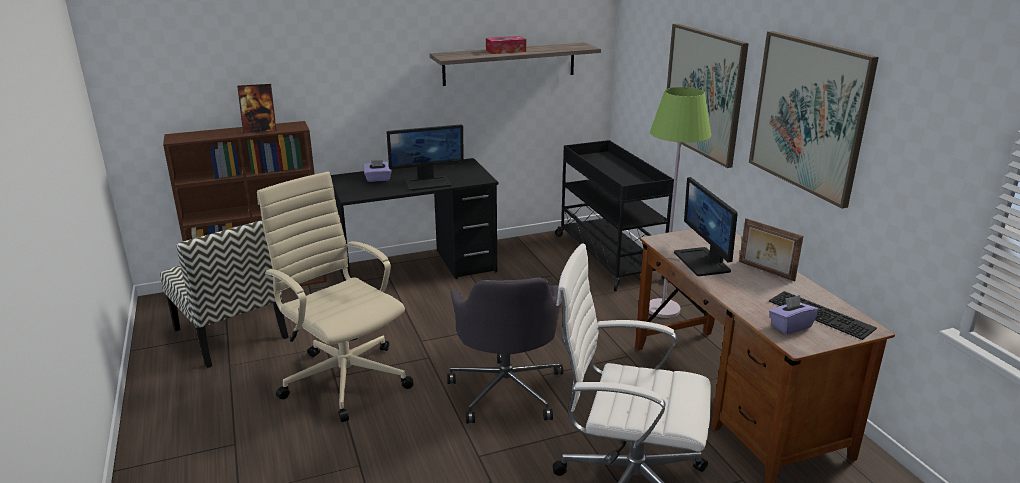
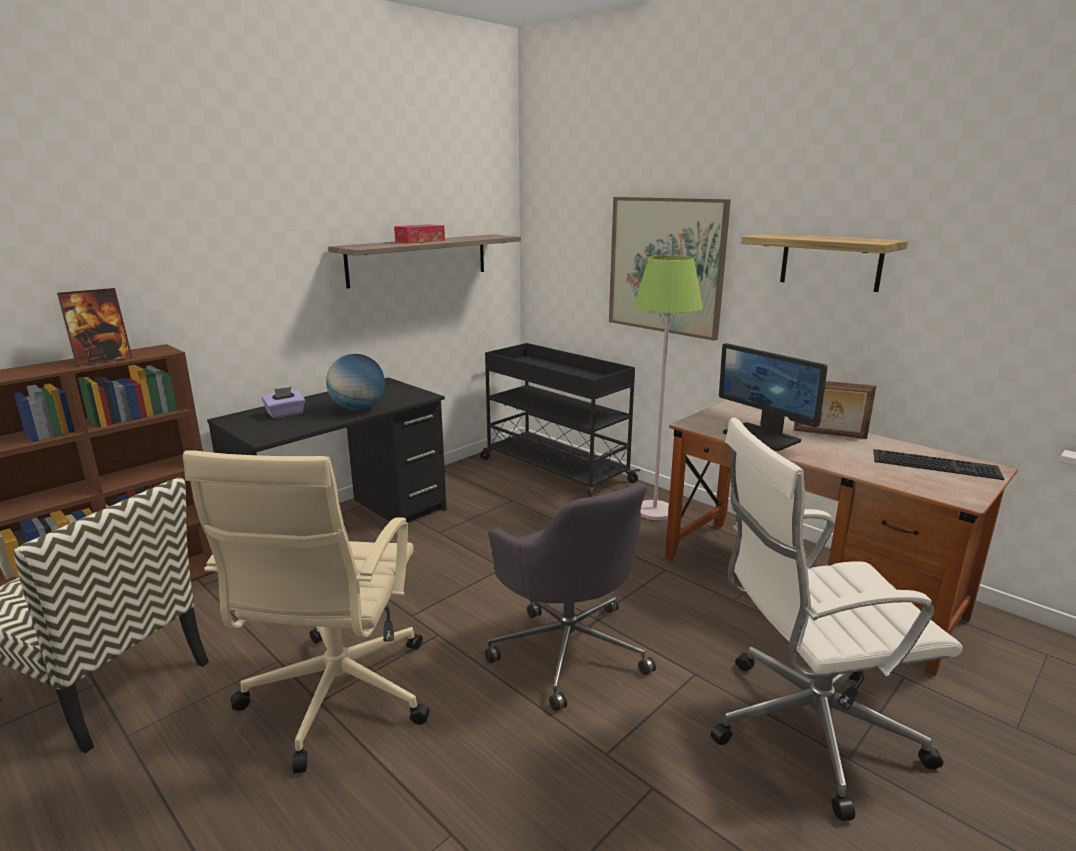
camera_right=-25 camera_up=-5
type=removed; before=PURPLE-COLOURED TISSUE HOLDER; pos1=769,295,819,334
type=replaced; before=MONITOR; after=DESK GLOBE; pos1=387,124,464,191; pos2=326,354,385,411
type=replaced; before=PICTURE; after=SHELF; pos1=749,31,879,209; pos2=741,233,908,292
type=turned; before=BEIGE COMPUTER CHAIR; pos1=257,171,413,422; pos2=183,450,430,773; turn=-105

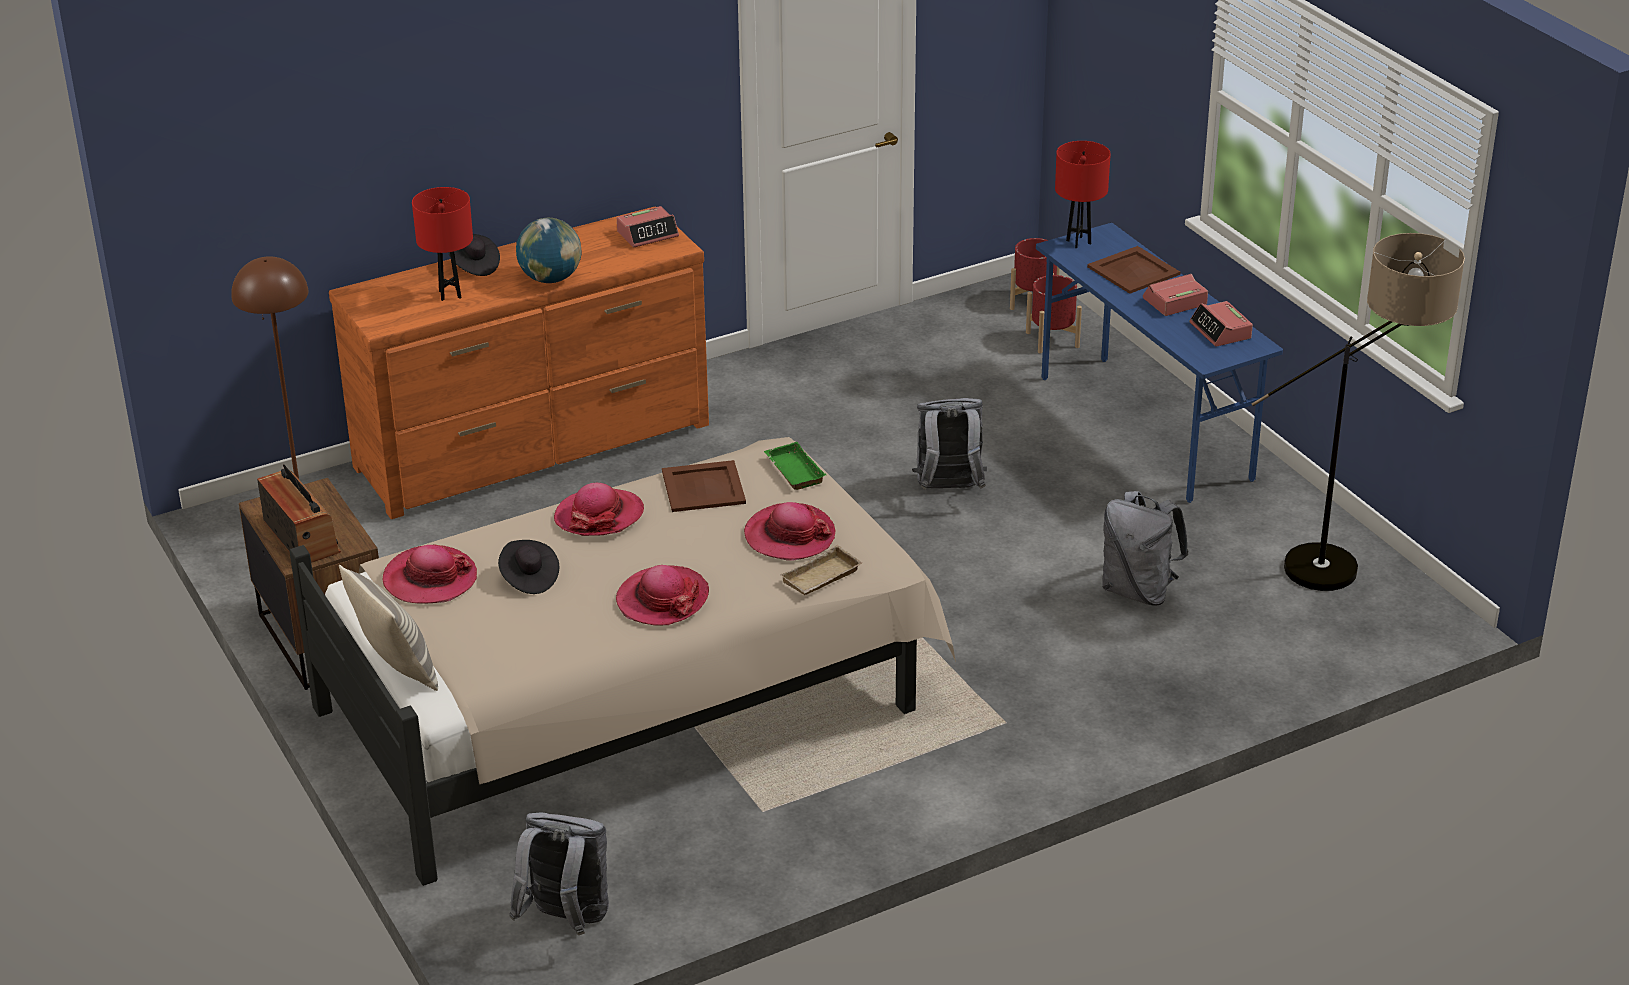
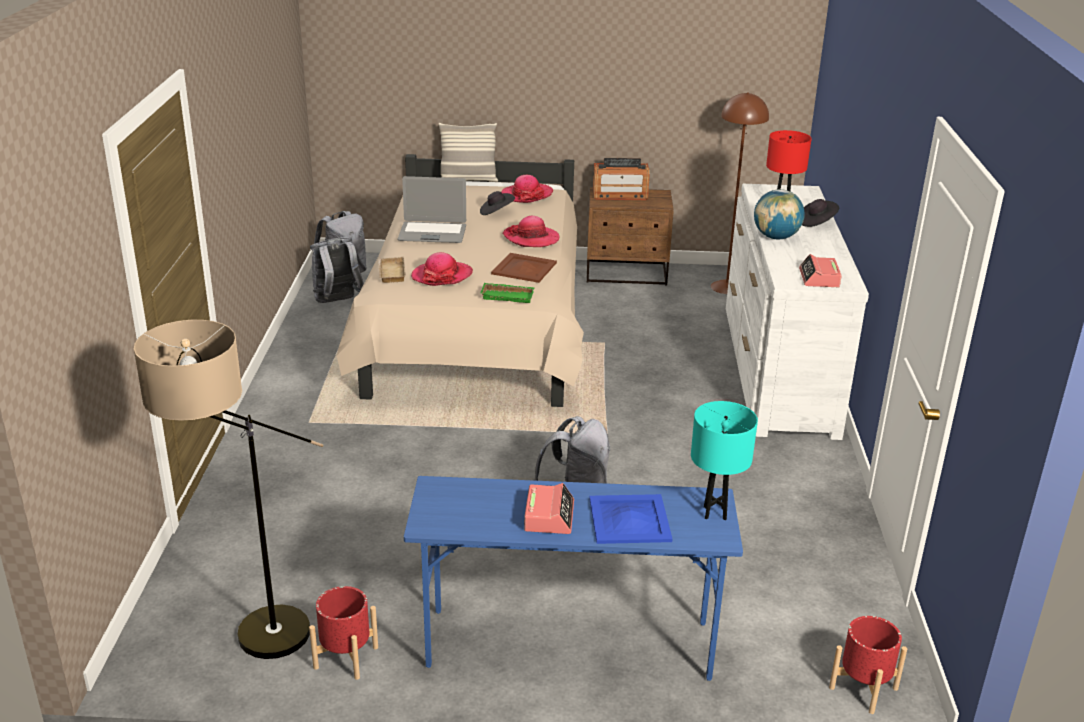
camera_right=120 camera_up=-5
type=removed; before=BEDSIDE CLOCK; pos1=1189,301,1253,347
type=moved; before=RED-COLOURED FLOWER POT; pos1=1026,275,1082,353; pos2=309,586,378,680
type=moved; before=GREY BACKPACK; pos1=1102,491,1188,606; pos2=310,237,364,303
type=replaced; before=HAT; after=NOTEBOOK COMPUTER; pos1=616,565,709,625; pos2=397,176,466,243
type=recoloured; before=ORANGEY CHEST OF DRAWERS; after=WHITE-COLOURED CHEST OF DRAWERS; pos1=329,206,709,519; pos2=726,184,869,440
type=recoloured; before=RED-COLOURED TABLETOP LAMP; after=BLUE-GREEN TABLETOP LAMP; pos1=1055,141,1111,248; pos2=691,401,758,520
type=recoloured; before=BROWN-COLOURED TRAY; after=BLUE TRAY; pos1=1087,246,1180,294; pos2=589,494,673,544

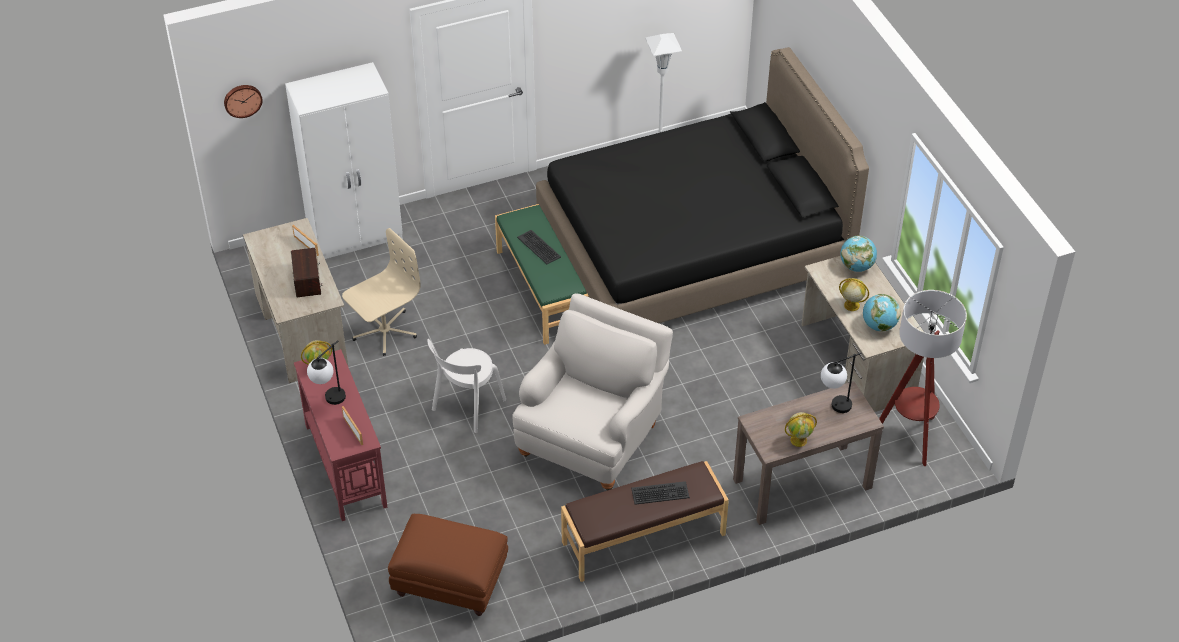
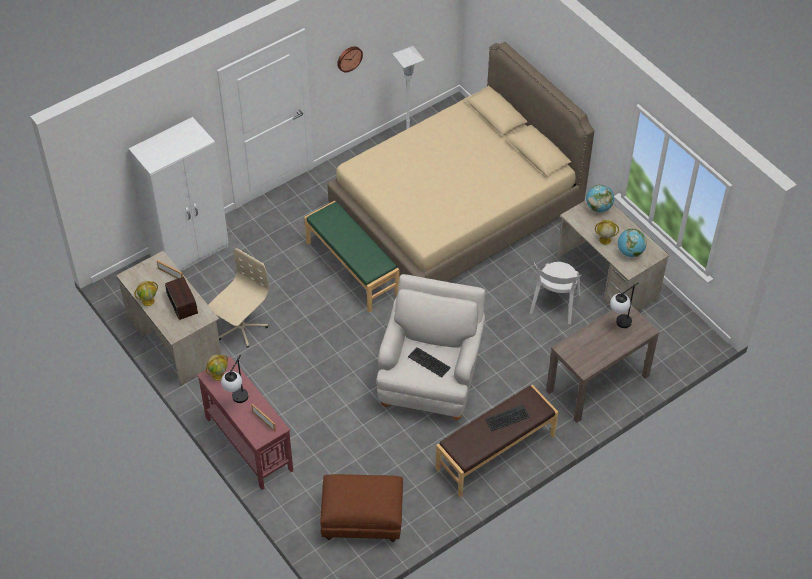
camera_right=-15 camera_up=5
type=removed; before=STANDING LAMP; pos1=879,290,967,466
type=moved; before=HANGING CLOCK; pos1=224,85,263,118; pos2=337,46,363,72
type=moved; before=WHITE-COLOURED UPRIGHT CHAIR; pos1=427,339,506,433; pos2=529,262,581,325
type=moved; before=PC KEYBOARD; pos1=517,230,561,264; pos2=408,347,451,377
type=moved; before=DESK GLOBE; pos1=785,412,817,447; pos2=135,281,158,306
type=recoloured; before=BLACK BEDROOM BED; after=BEIGE BEDROOM BED; pos1=536,47,869,323; pos2=328,42,594,282

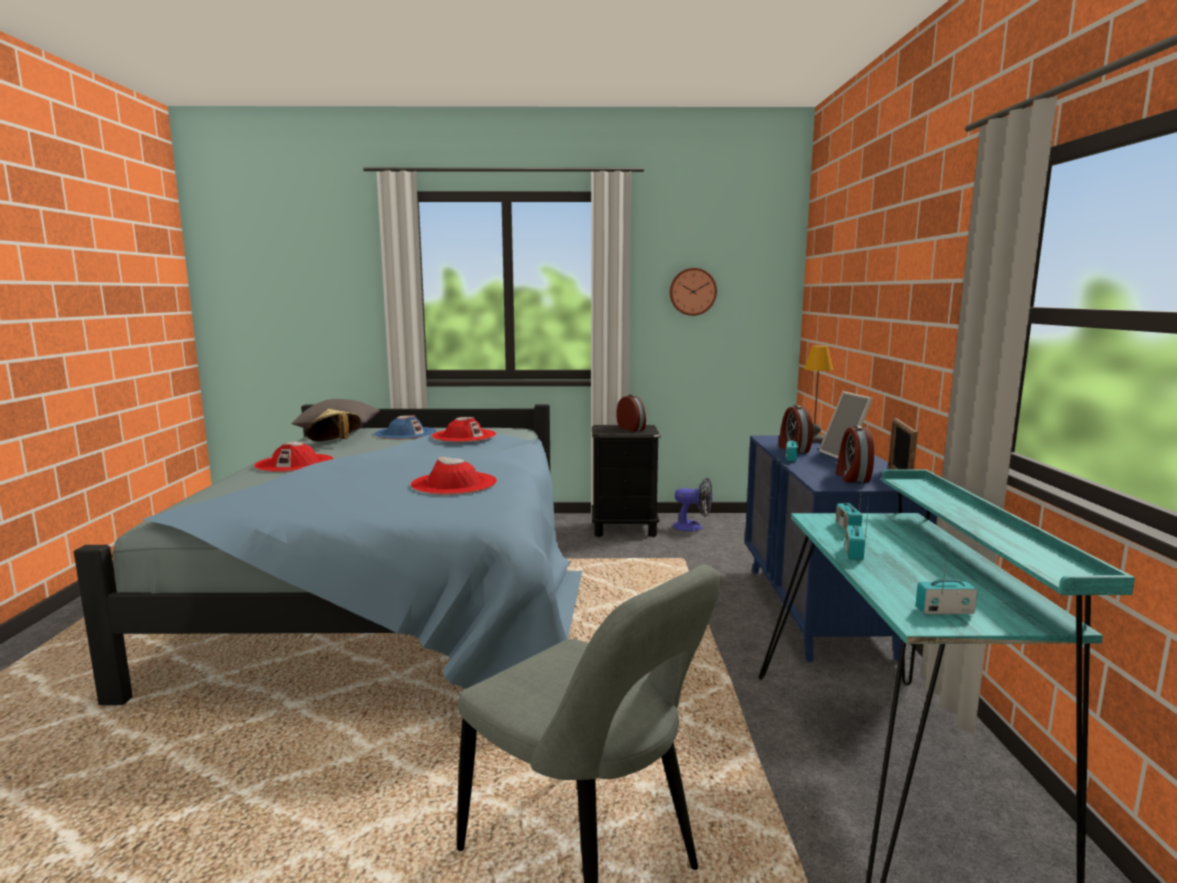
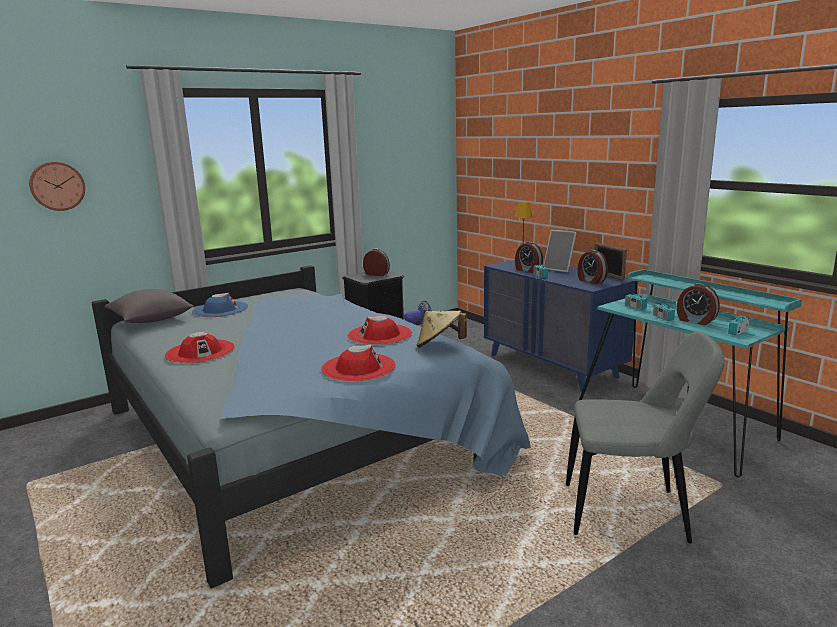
camera_right=-35 camera_up=5
type=added; after=BEDSIDE CLOCK; pos2=677,283,720,325
type=moved; before=BEIGE HAT; pos1=305,409,361,441; pos2=417,311,467,348
type=moved; before=RED-COLOURED HAT; pos1=431,417,496,442; pos2=321,345,396,382
type=moved; before=HANGING CLOCK; pos1=669,268,717,316; pos2=29,162,85,211

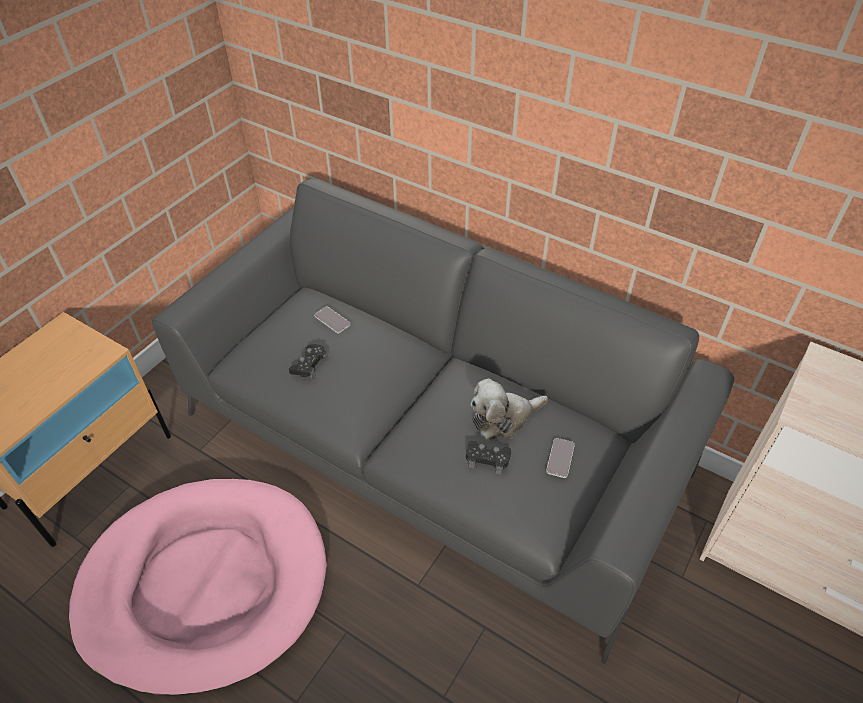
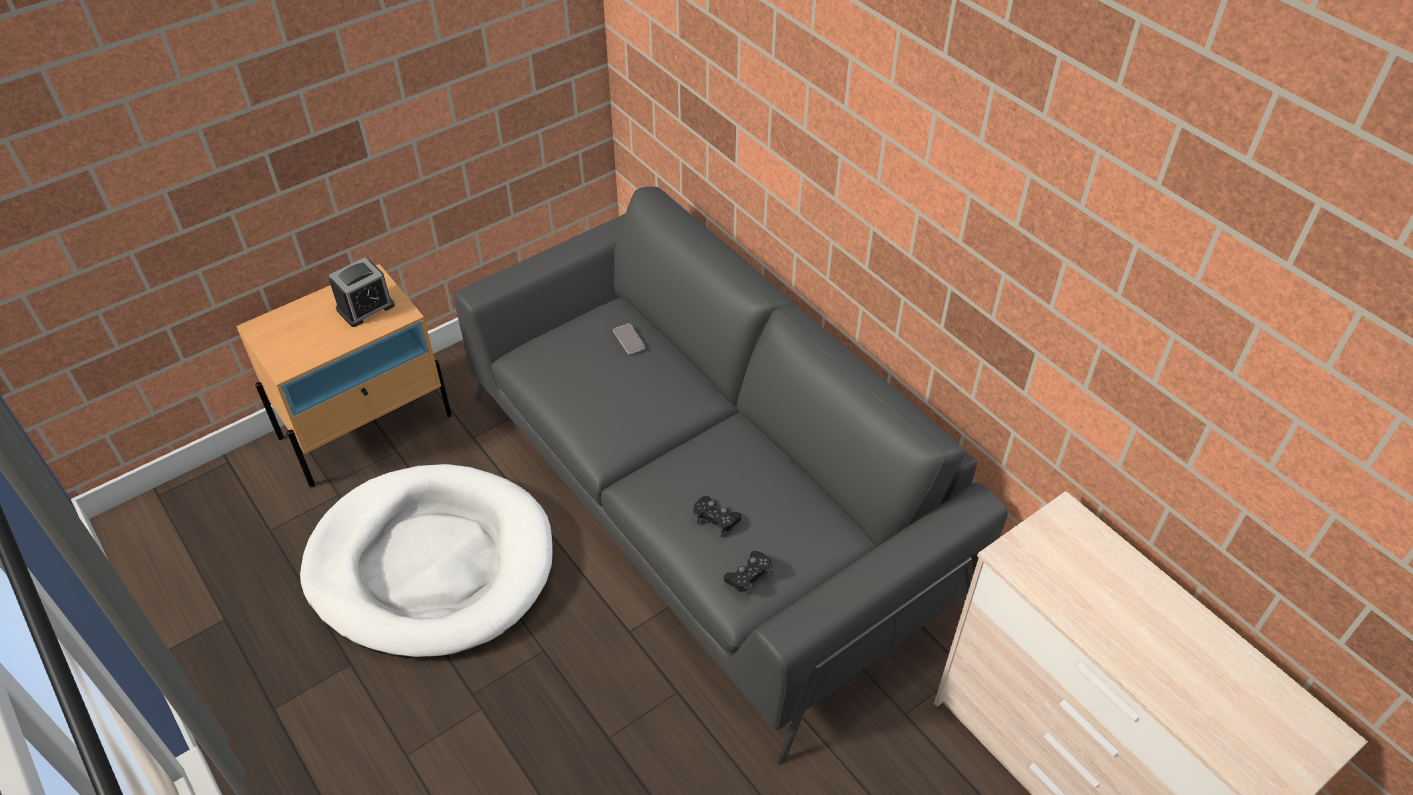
camera_right=20 camera_up=0
type=removed; before=SOFT TOY; pos1=470,378,548,440
type=removed; before=PHONE; pos1=546,438,575,478
type=added; after=BEDSIDE CLOCK; pos2=329,257,395,327
type=moved; before=BLACK JOYPAD; pos1=289,344,328,379; pos2=724,551,773,596
type=recoloured; before=PINK-COLOURED DOG BED; after=WHITE-COLOURED DOG BED; pos1=69,479,327,696; pos2=300,464,553,659

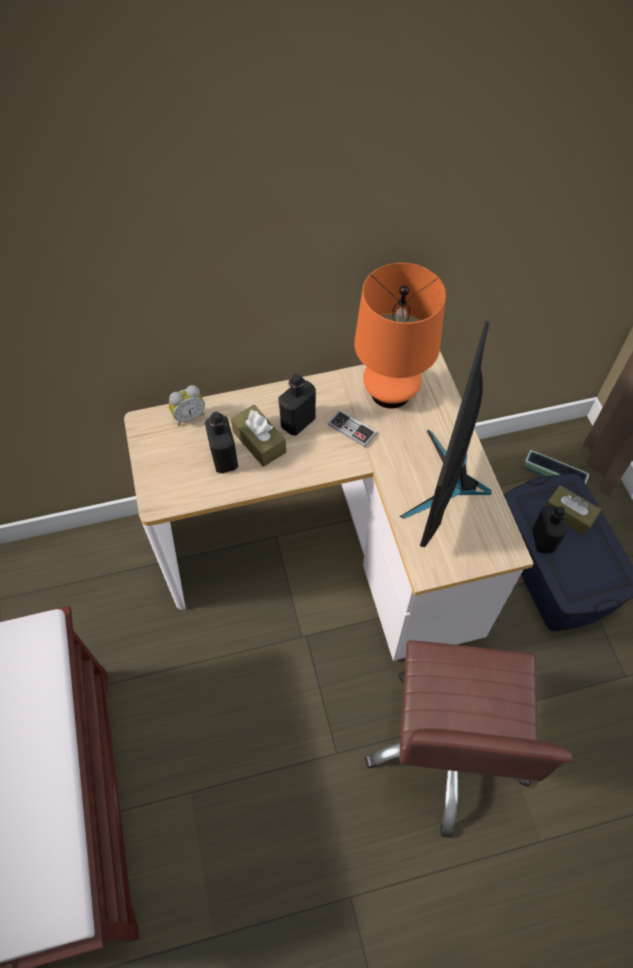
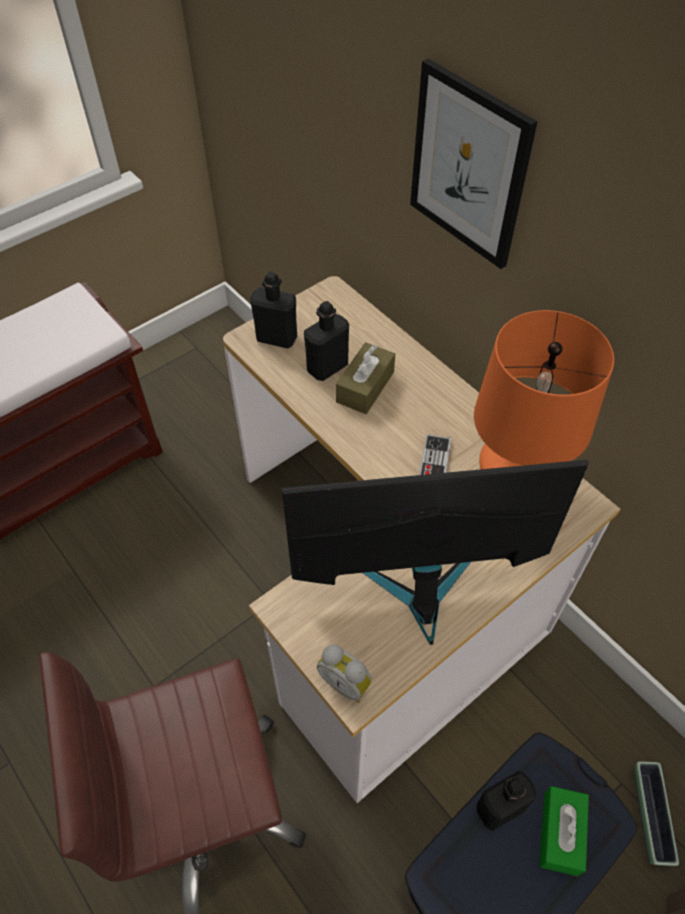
camera_right=65 camera_up=-5
type=added; after=PICTURE; pos2=410,59,537,269
type=moved; before=BEDSIDE CLOCK; pos1=169,385,205,426; pos2=317,644,372,703
type=moved; before=BLACK BOTTLE; pos1=278,374,316,436; pos2=250,272,297,349
type=recoloured; before=BROWN-COLOURED TISSUE HOLDER; after=GREEN-COLOURED TISSUE HOLDER; pos1=545,485,601,536; pos2=539,786,589,877

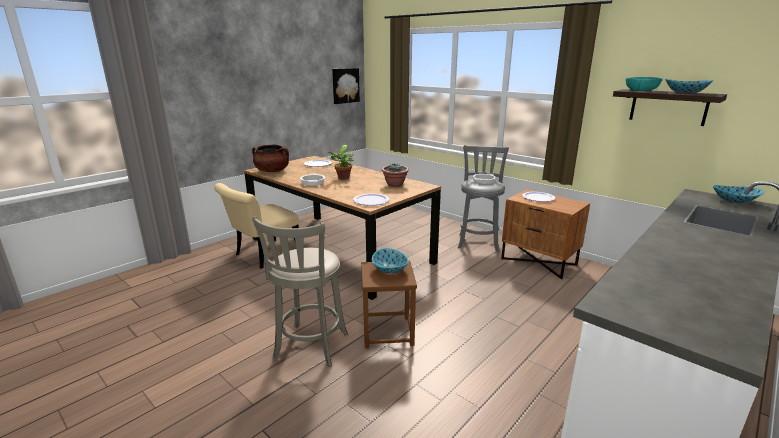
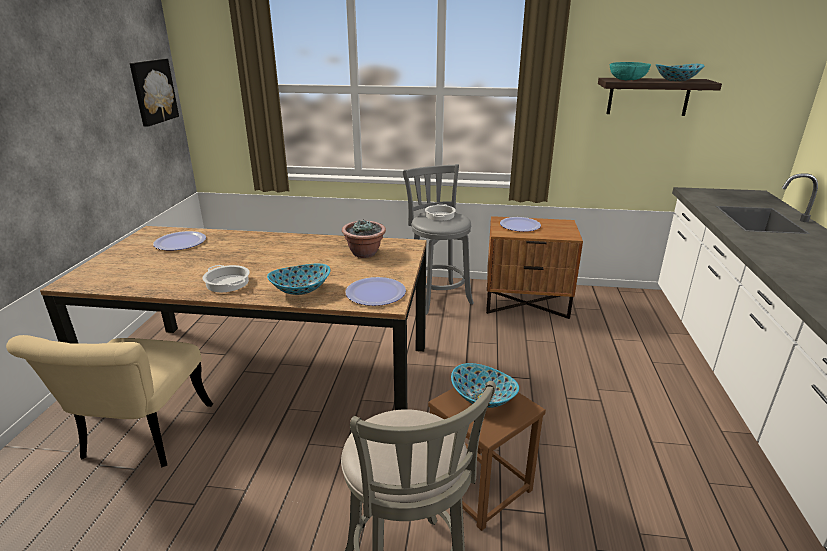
camera_right=-35 camera_up=5
type=removed; before=BROWN-COLOURED SAUCEPOT; pos1=252,145,289,172
type=removed; before=PLANT IN A POT; pos1=327,145,354,180
type=moved; before=BOWL; pos1=713,185,764,203; pos2=267,264,330,295

